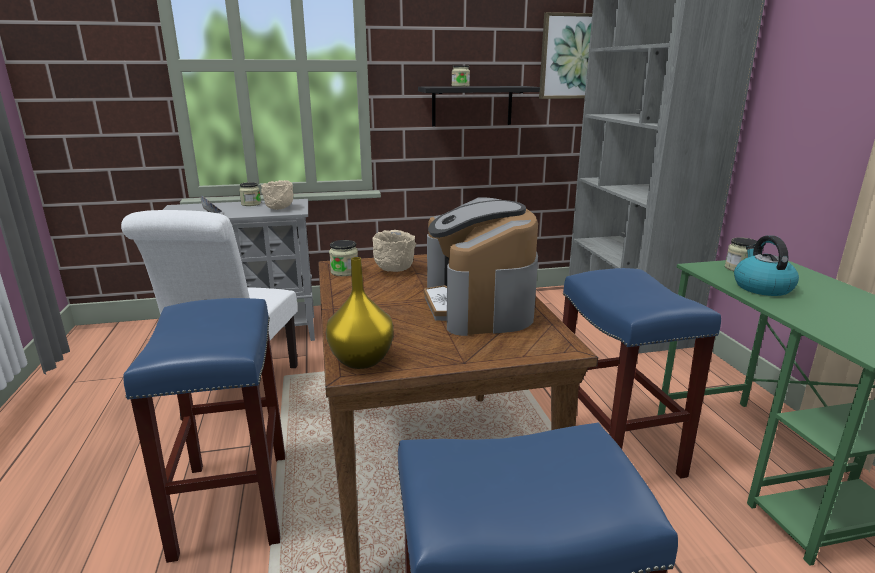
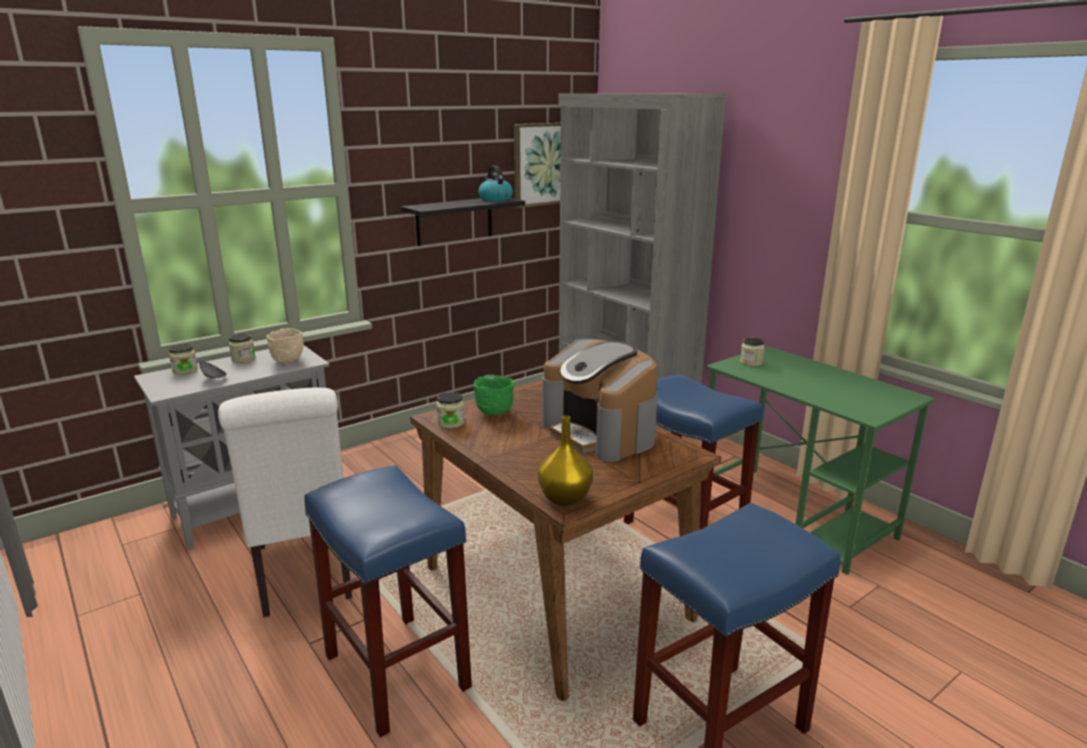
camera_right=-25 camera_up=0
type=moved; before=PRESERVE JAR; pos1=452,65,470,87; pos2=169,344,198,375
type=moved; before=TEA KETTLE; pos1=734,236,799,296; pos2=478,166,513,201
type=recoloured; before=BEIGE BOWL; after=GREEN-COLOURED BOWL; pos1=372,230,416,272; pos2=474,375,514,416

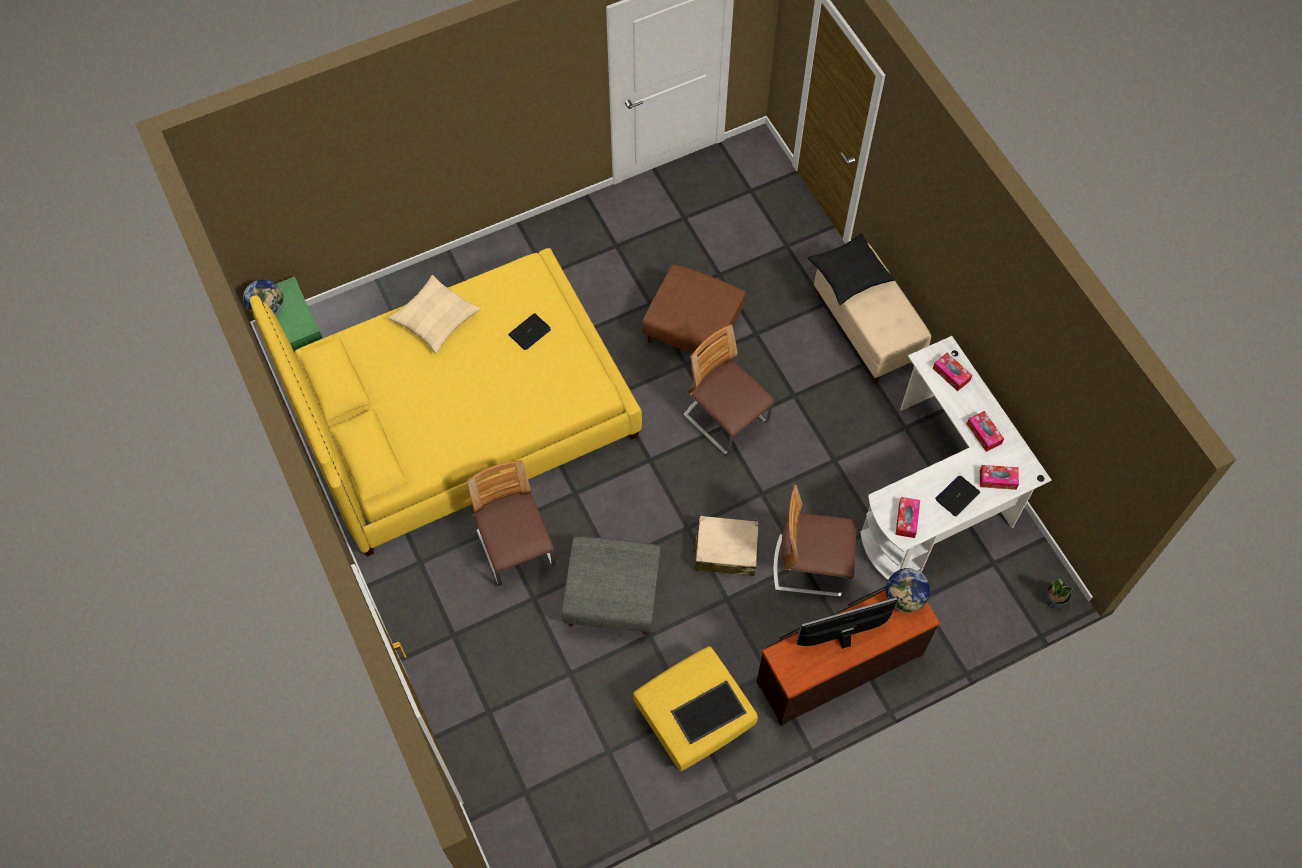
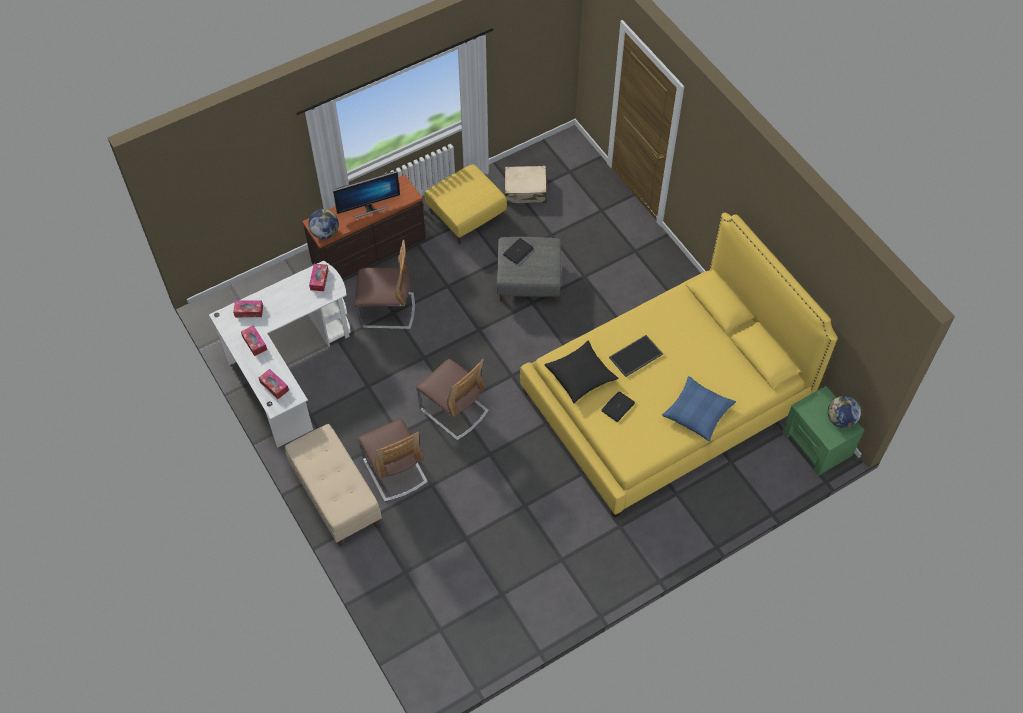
camera_right=175 camera_up=-5
type=removed; before=BROWN-COLOURED POUFFE; pos1=642,264,746,356
type=removed; before=PLANT IN A POT; pos1=1045,578,1072,609
type=moved; before=UPRIGHT CHAIR; pos1=467,460,556,586; pos2=358,419,428,502
type=moved; before=TRAY; pos1=671,680,747,745; pos2=609,335,663,377
type=moved; before=BEIGE TRAVEL CASE; pos1=692,516,759,576; pos2=504,166,550,204
type=moved; before=BLACK THROW PILLOW; pos1=807,233,895,305; pos2=544,341,619,403
type=moved; before=NOTEBOOK COMPUTER; pos1=935,475,980,517; pos2=503,238,534,264
type=recoloured; before=BEIGE THROW PILLOW; after=BLUE THROW PILLOW; pos1=388,275,480,354; pos2=662,376,736,442

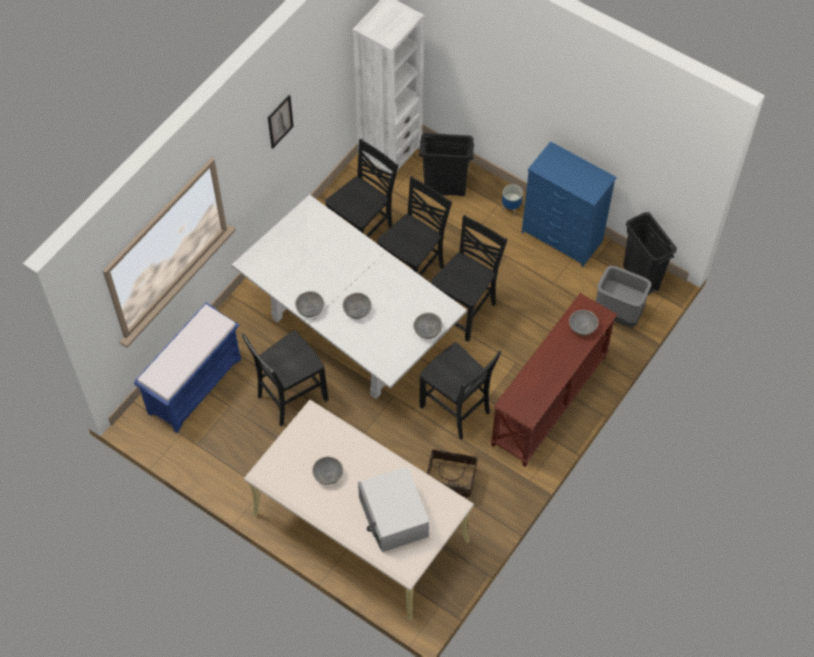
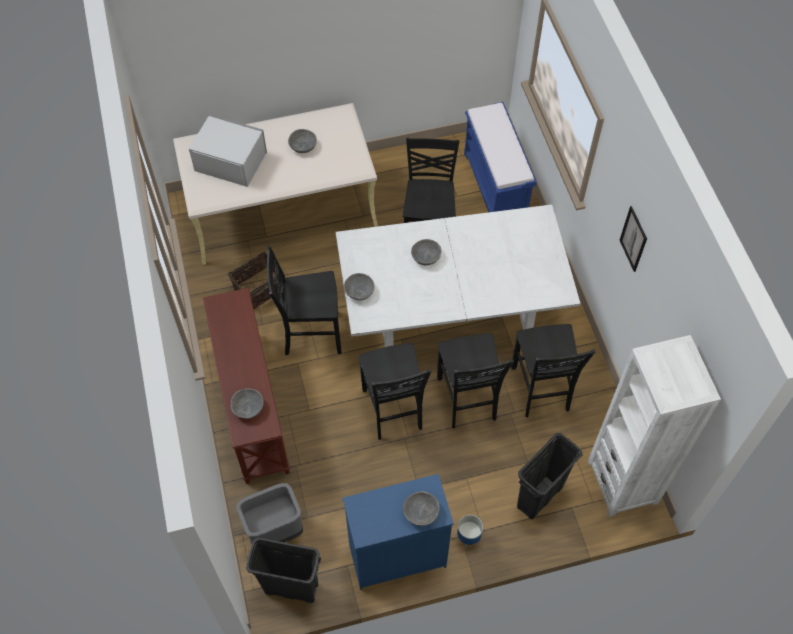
camera_right=130 camera_up=0
type=moved; before=GREY BOWL; pos1=295,291,324,317; pos2=403,491,440,526

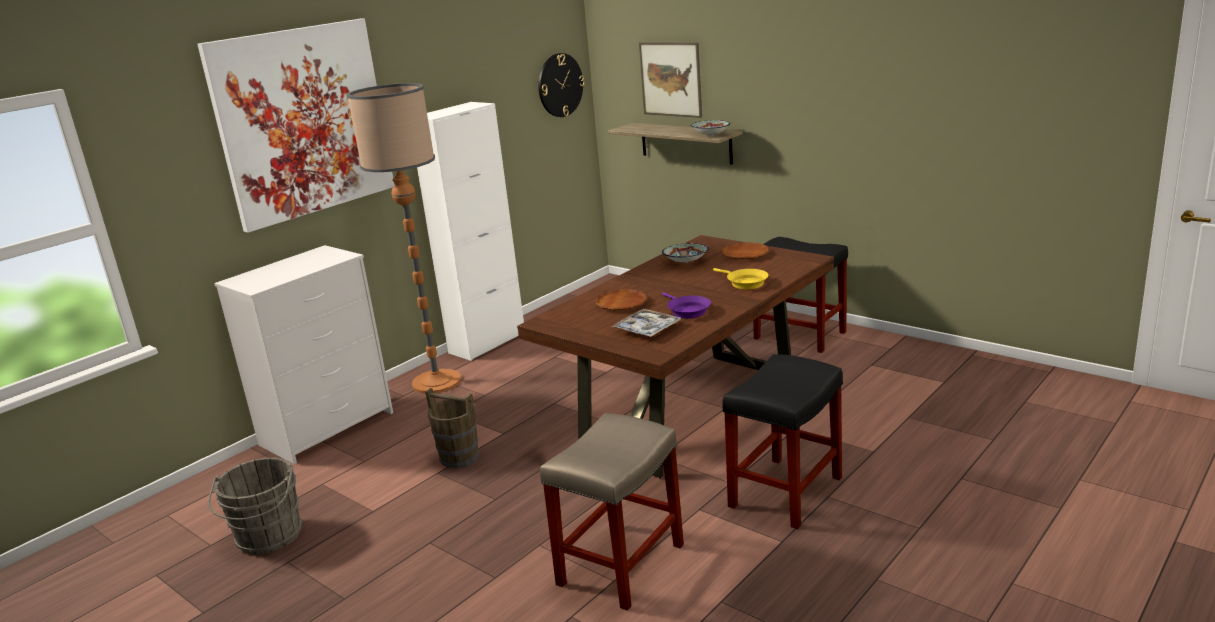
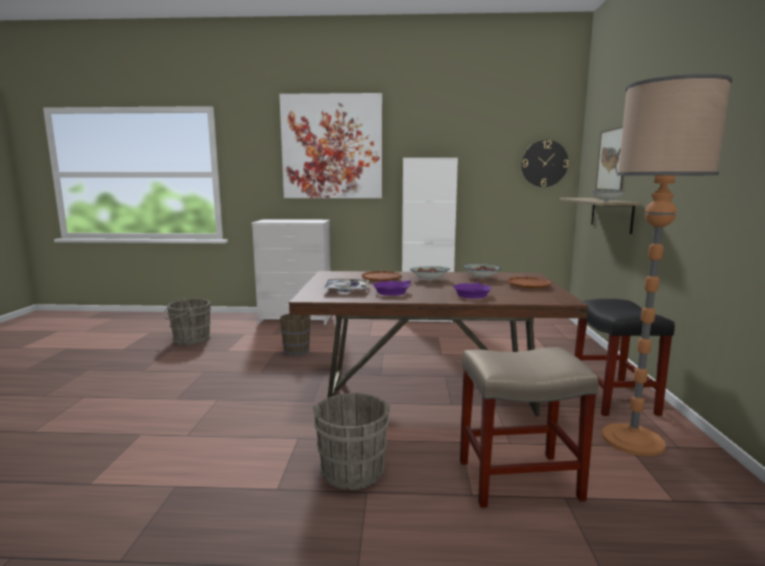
camera_right=50 camera_up=-10
type=added; after=BOWL; pos2=410,266,450,280
type=moved; before=STANDING LAMP; pos1=346,83,461,393; pos2=602,74,733,456
type=moved; before=BEIGE STOOL; pos1=540,413,684,611; pos2=460,347,598,508
type=replaced; before=BLACK STOOL; after=GREY WATER BUCKET; pos1=722,354,843,529; pos2=313,393,391,490
type=recoloured; before=YELLOWISH PAN; after=PURPLE-COLOURED PAN; pos1=713,268,768,290; pos2=453,282,492,299

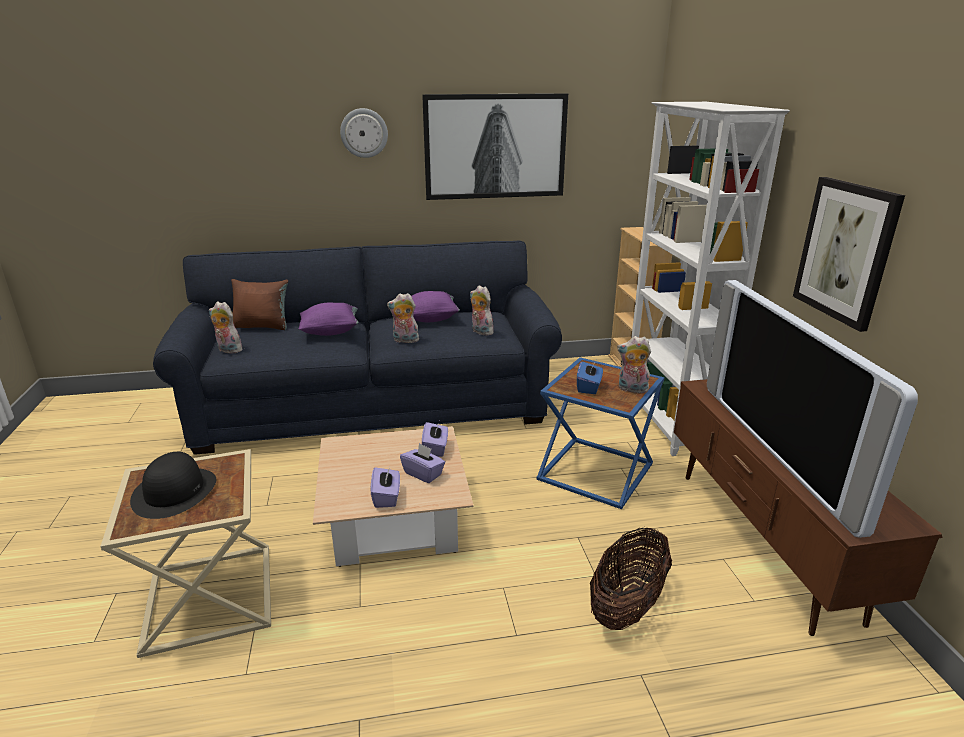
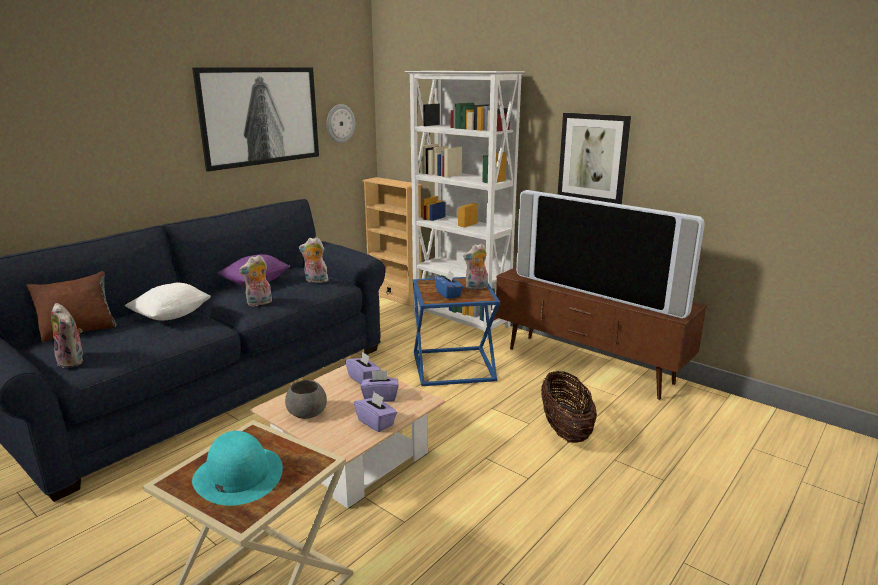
camera_right=-40 camera_up=-5
type=added; after=GREY BOWL; pos2=285,380,327,419
type=moved; before=HANGING CLOCK; pos1=340,108,388,158; pos2=327,104,355,143
type=recoloured; before=BLACK HAT; after=BLUE-GREEN HAT; pos1=130,452,216,519; pos2=192,431,283,506
type=recoloured; before=PURPLE-COLOURED THROW PILLOW; after=WHITE-COLOURED THROW PILLOW; pos1=299,303,359,336; pos2=125,283,211,321
type=turned; before=SOFT TOY; pos1=209,302,242,353; pos2=51,303,83,368; turn=-120

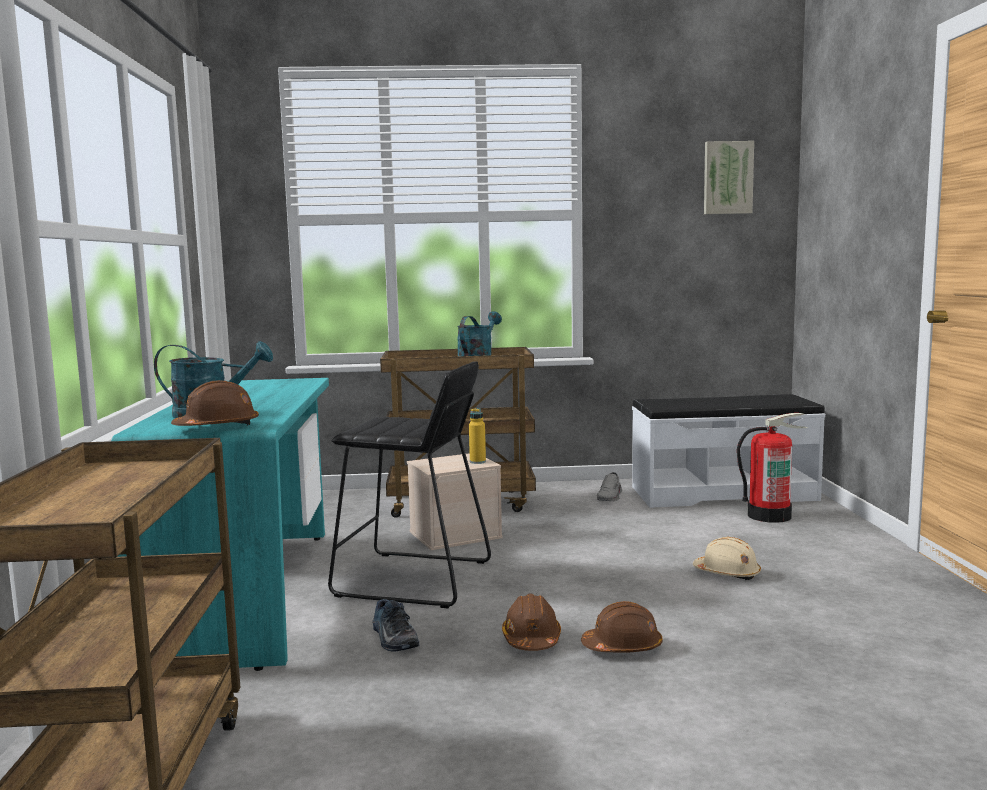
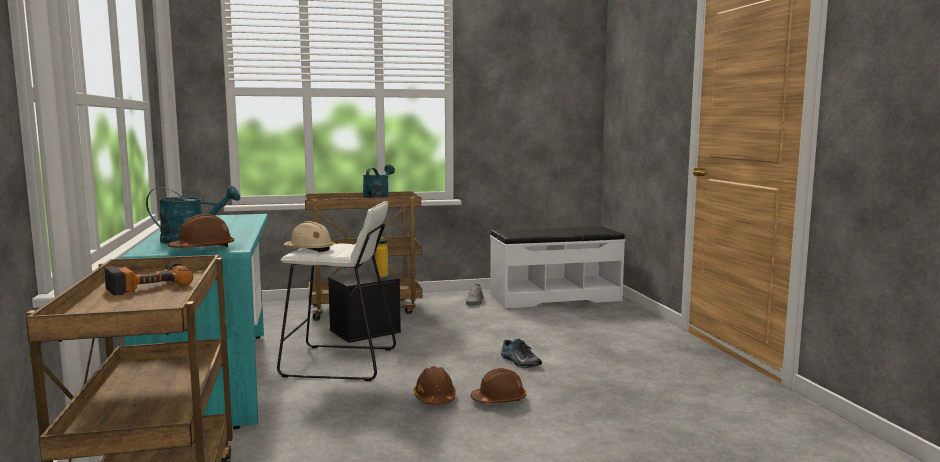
camera_right=-10 camera_up=0
type=removed; before=PICTURE; pos1=704,141,754,215
type=removed; before=EXTINGUISHER; pos1=737,413,808,523
type=added; after=ELECTRIC DRILL; pos2=105,262,193,295
type=moved; before=SHOE; pos1=373,599,419,652; pos2=501,339,542,368
type=moved; before=BEIGE SAFETY HELMET; pos1=693,537,761,580; pos2=284,221,334,252
type=recoloured; before=BLACK STOOL; after=WHITE-COLOURED STOOL; pos1=328,361,491,608; pos2=277,201,396,381
type=recoloured; before=BEIGE STORAGE CONTAINER; after=BLACK STORAGE CONTAINER; pos1=407,453,502,550; pos2=328,271,401,343

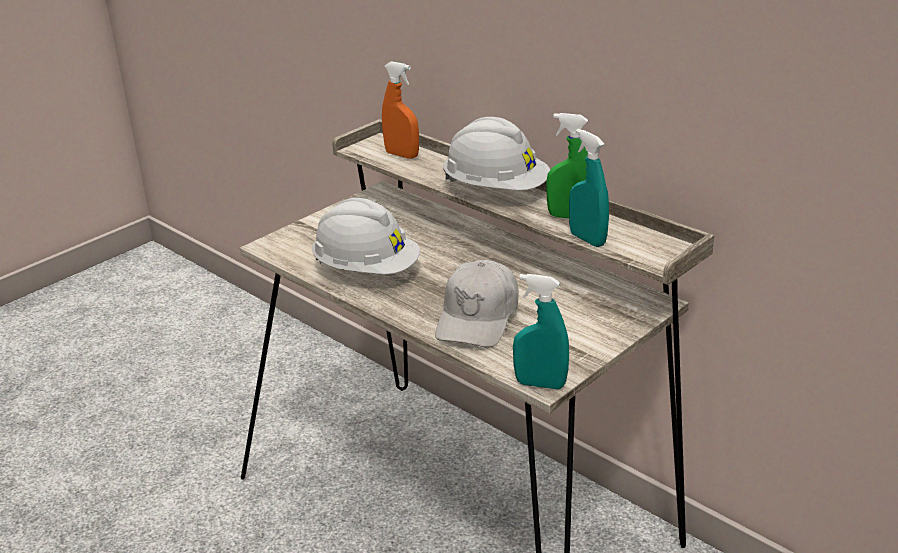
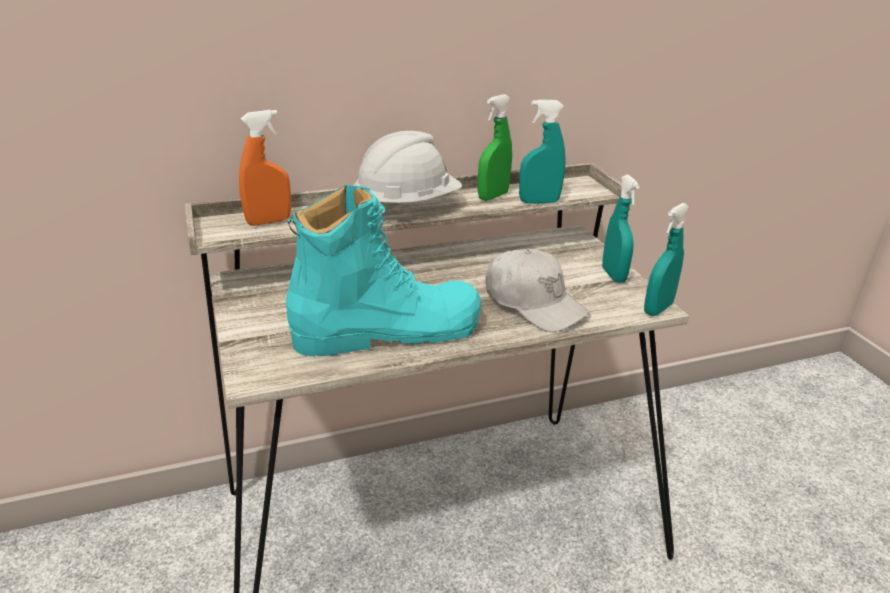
camera_right=-65 camera_up=0
type=added; after=BLUE-GREEN SPRAY BOTTLE; pos2=602,175,640,283
type=replaced; before=WHITE-COLOURED SAFETY HELMET; after=BLUE-GREEN HIGH-TOP BOOT; pos1=312,198,420,275; pos2=286,185,481,357

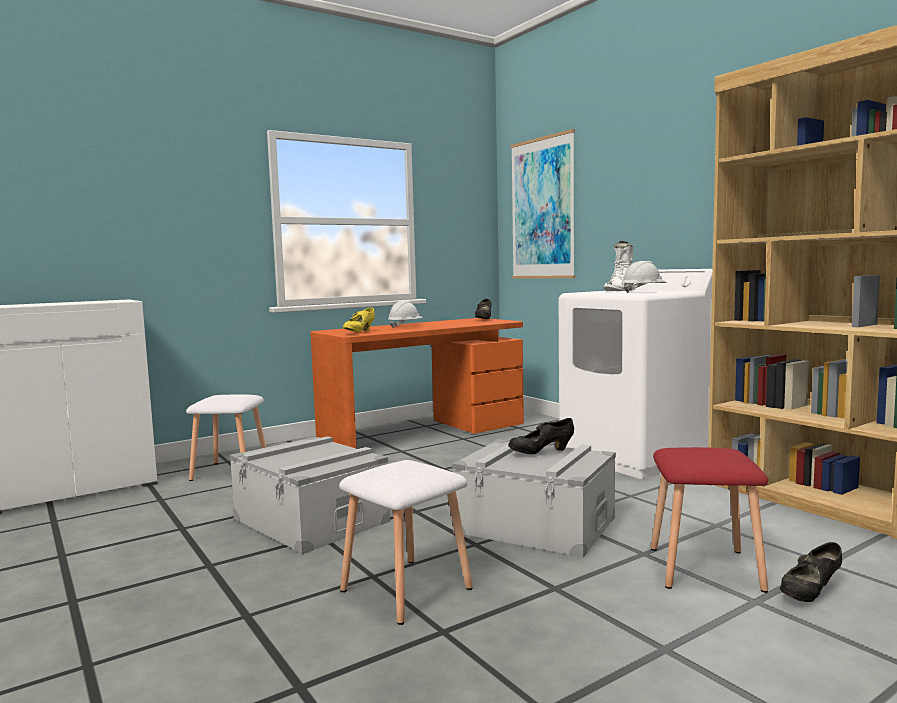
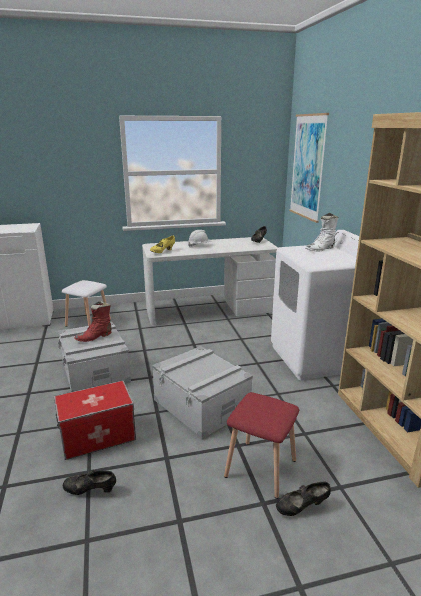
camera_right=20 camera_up=15
type=removed; before=WHITE-COLOURED SAFETY HELMET; pos1=622,261,667,293
type=added; after=RED-COLOURED HIGH-TOP BOOT; pos2=74,301,112,342
type=moved; before=BLACK SHOE; pos1=508,418,574,454; pos2=63,470,116,495
type=replaced; before=WHITE-COLOURED STOOL; after=STORAGE CONTAINER; pos1=339,460,473,625; pos2=54,380,136,460
type=recoloured; before=ORANGEY DESK; after=WHITE-COLOURED DESK; pos1=310,318,524,449; pos2=142,237,278,326

